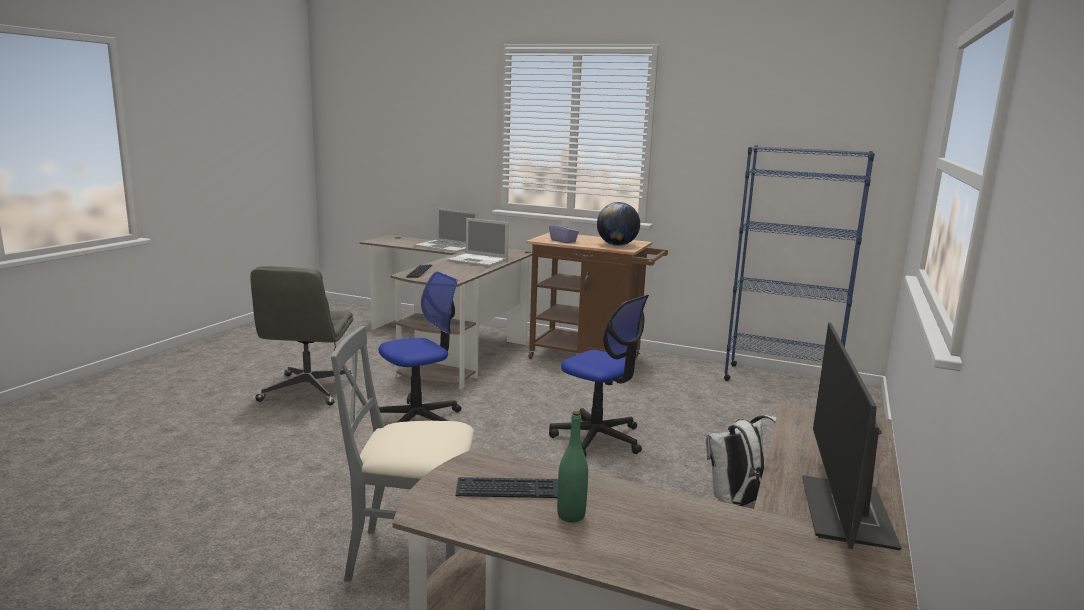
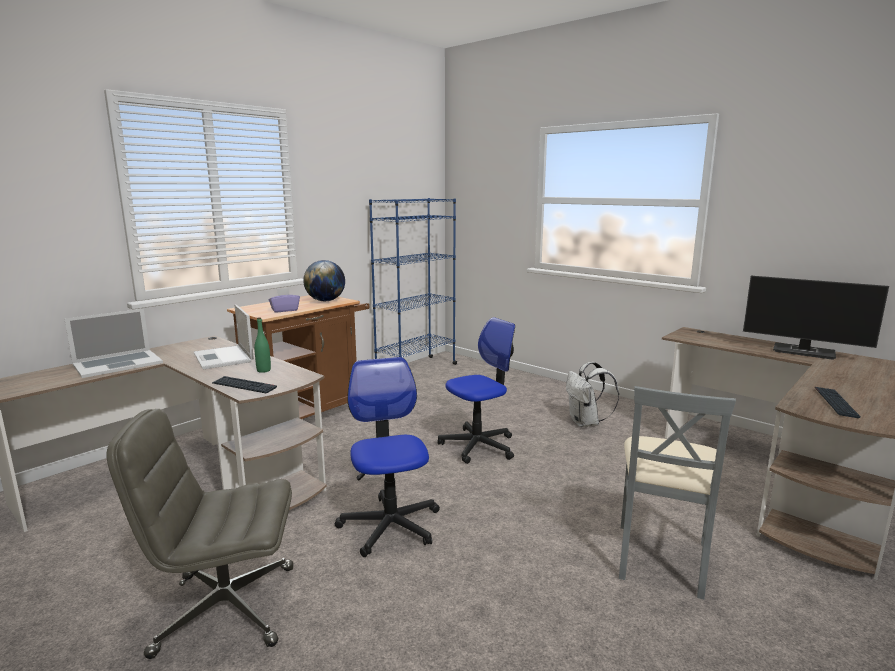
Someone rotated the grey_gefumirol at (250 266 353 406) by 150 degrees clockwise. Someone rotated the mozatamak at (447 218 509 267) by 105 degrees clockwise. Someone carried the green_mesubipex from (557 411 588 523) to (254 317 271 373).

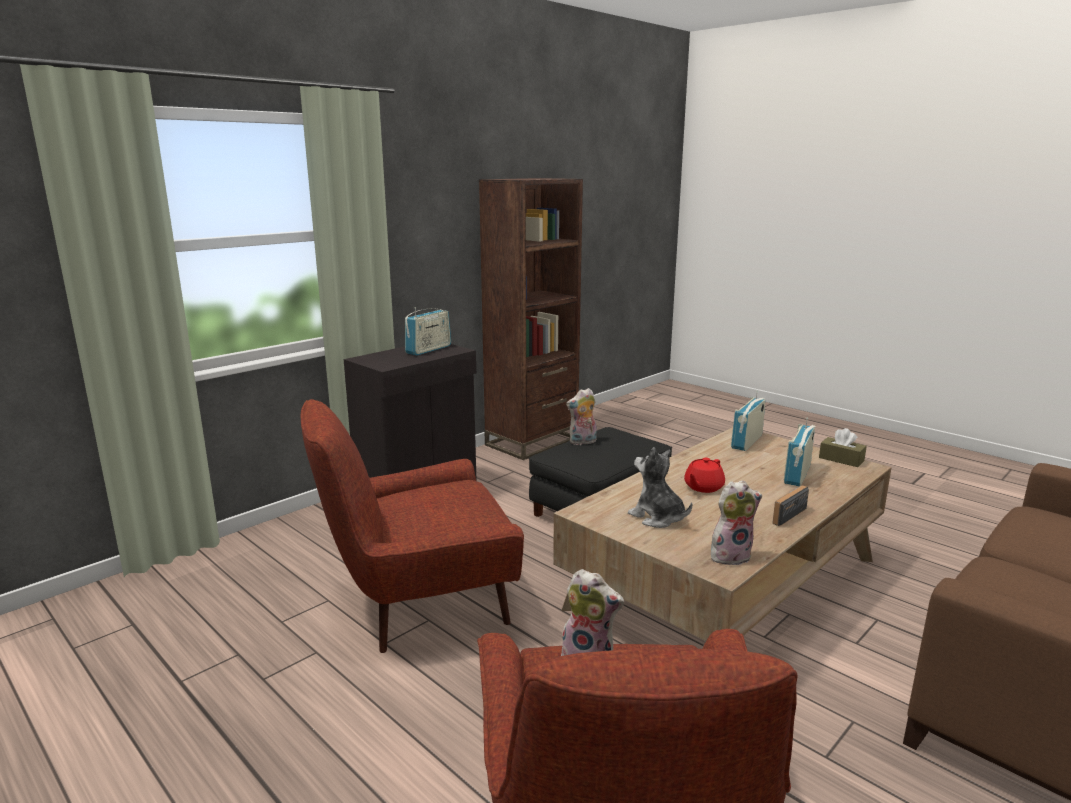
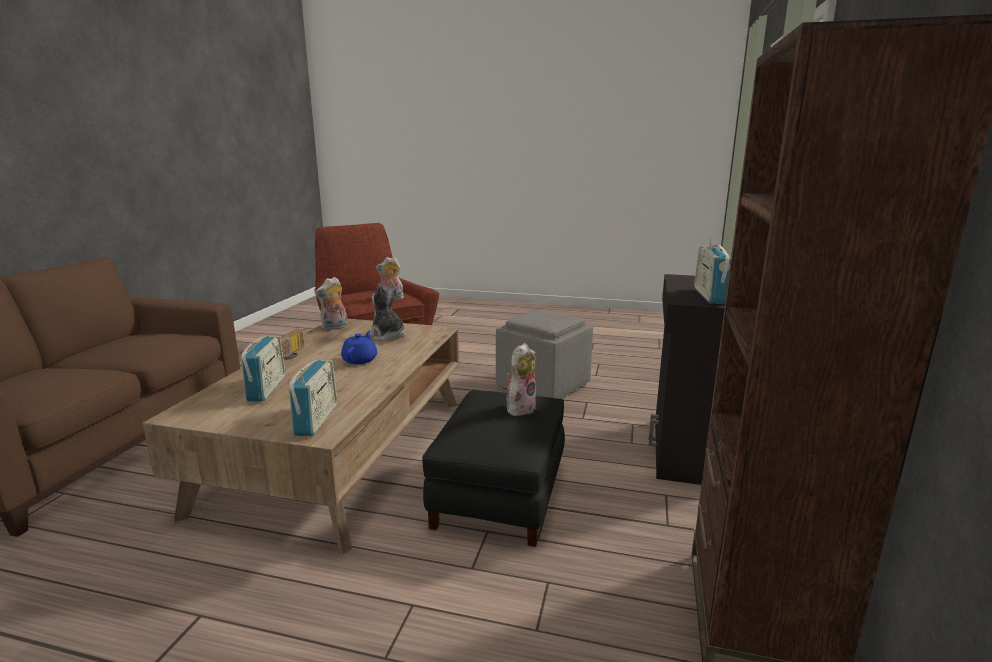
Someone repainted the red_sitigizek at (684 457 725 493), which became the blue_sitigizek at (341 331 377 364). Someone rotated the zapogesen at (628 447 693 528) by 150 degrees counterclockwise. Someone swapped the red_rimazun at (300 399 524 653) for the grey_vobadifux at (496 309 593 399). Someone took away the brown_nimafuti at (819 428 867 467).

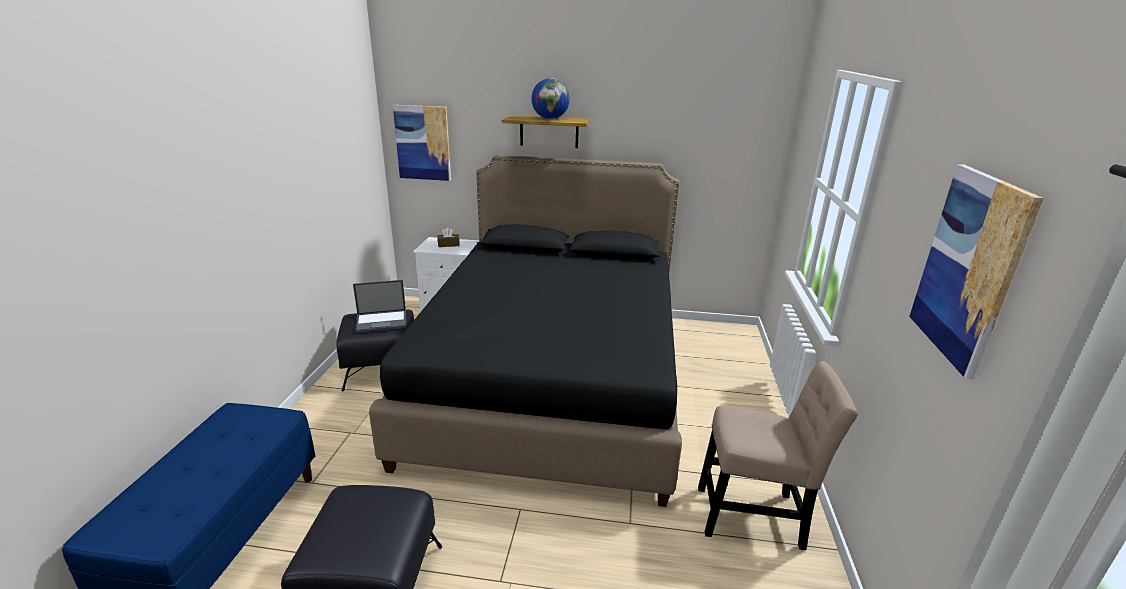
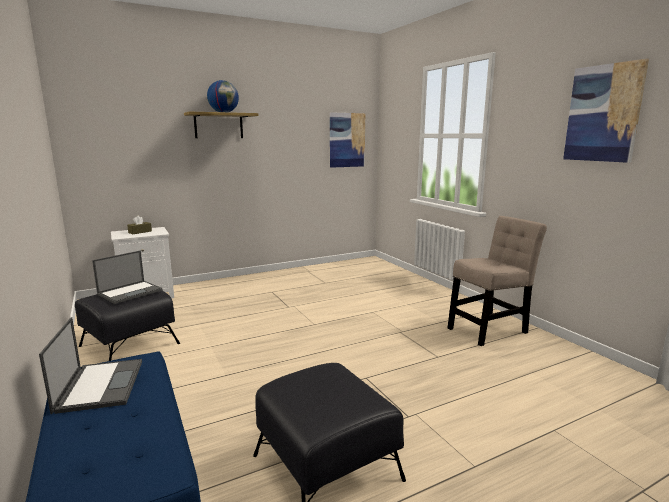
Someone put down the mozatamak at (39 317 142 414). Someone carried the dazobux from (393 105 451 181) to (330 112 365 168). Someone took away the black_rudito at (369 155 682 507).

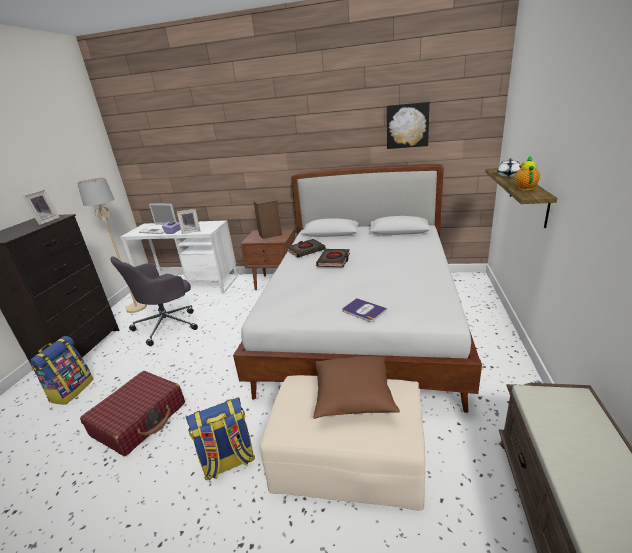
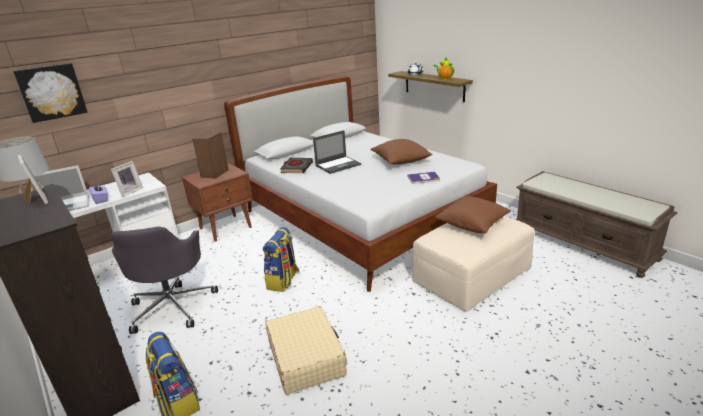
Someone carried the dazobux from (387 102 430 149) to (13 63 88 123). Someone carried the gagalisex from (186 397 255 480) to (263 227 299 292). Someone repainted the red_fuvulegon at (80 371 185 456), which became the beige_fuvulegon at (266 306 347 395). Someone swapped the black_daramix at (316 249 350 267) for the mozatamak at (313 130 361 174). Someone put down the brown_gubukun at (370 139 433 164).

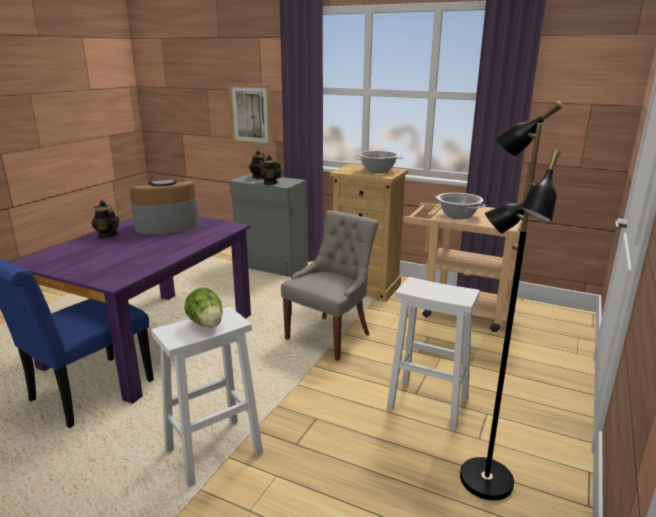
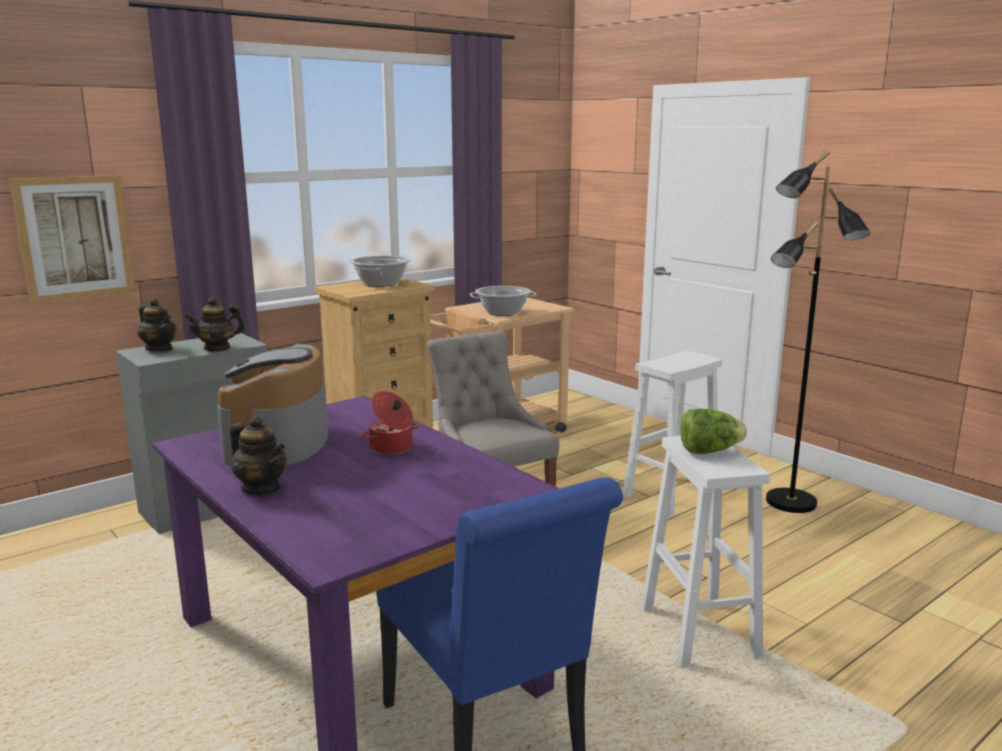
Someone rotated the sitigizek at (92 200 119 238) by 120 degrees counterclockwise. Someone put down the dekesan at (362 391 419 455).

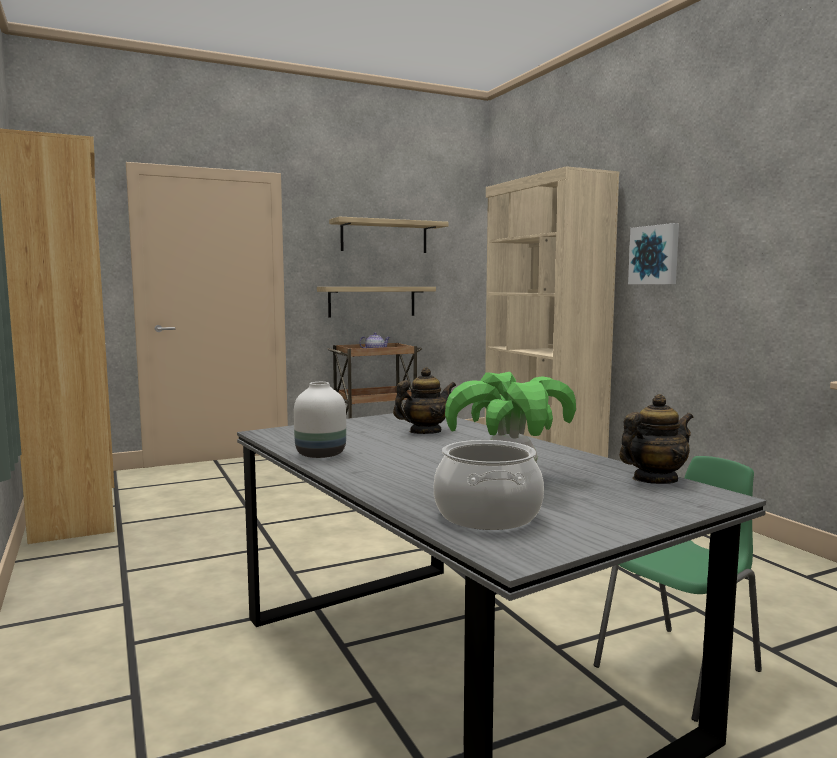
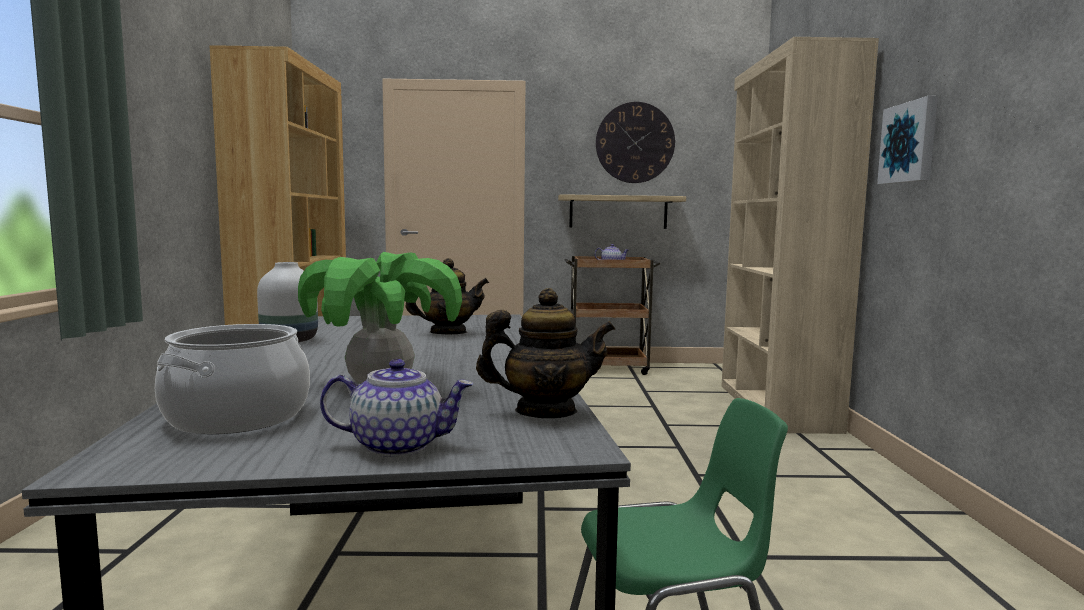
Someone put down the sitigizek at (320 359 473 457). Someone swapped the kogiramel at (329 217 449 253) for the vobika at (596 102 675 183).

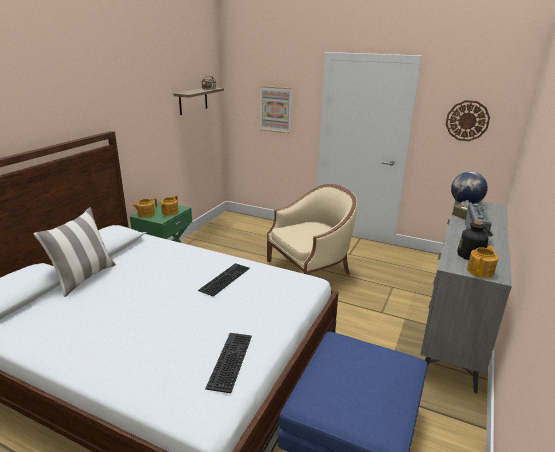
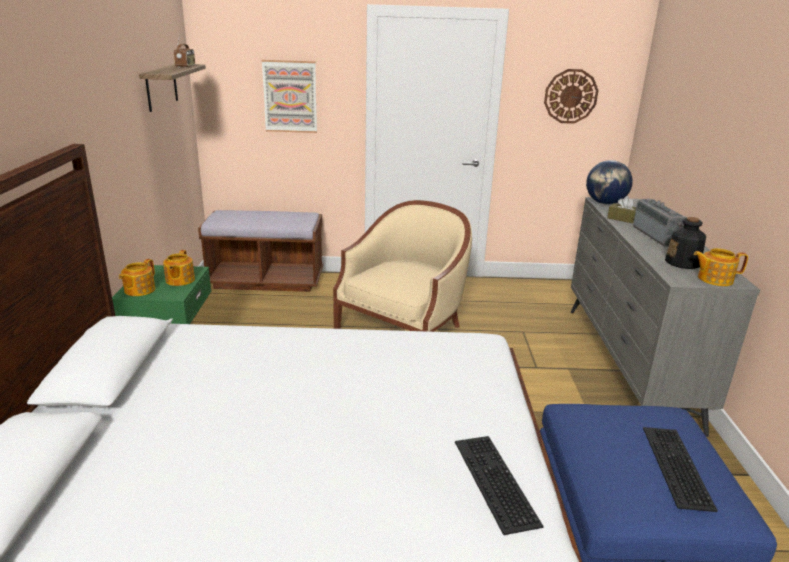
Someone put down the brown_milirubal at (198 210 323 292). Someone carried the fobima from (198 263 250 297) to (643 427 718 512). Someone rotated the sitigizek at (467 245 498 278) by 105 degrees counterclockwise. Someone took away the gubukun at (33 207 116 297).

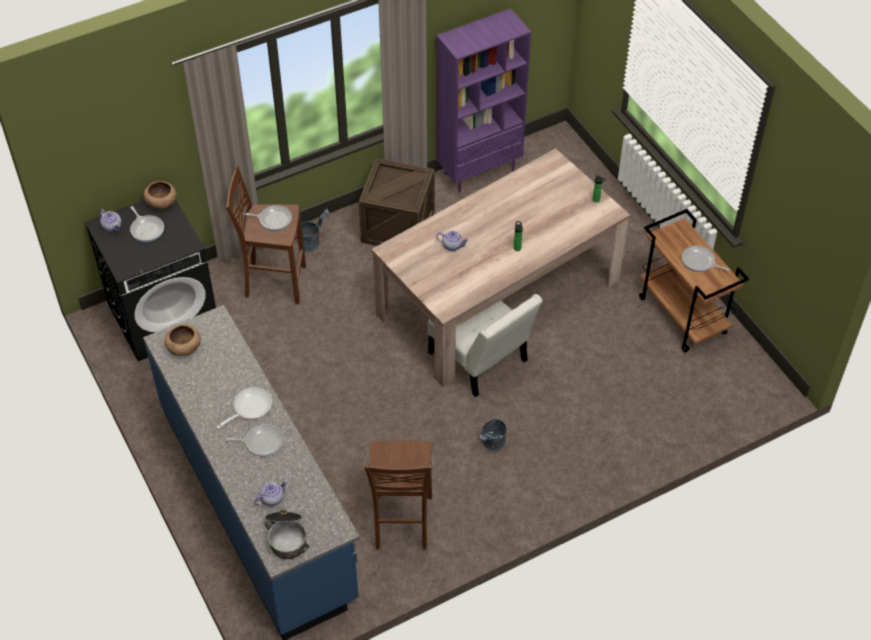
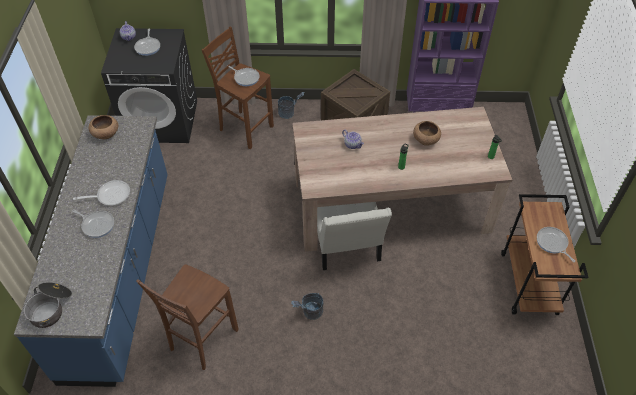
Someone carried the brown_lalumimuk from (143 181 177 210) to (413 121 441 146). Someone took away the sitigizek at (254 480 288 506).

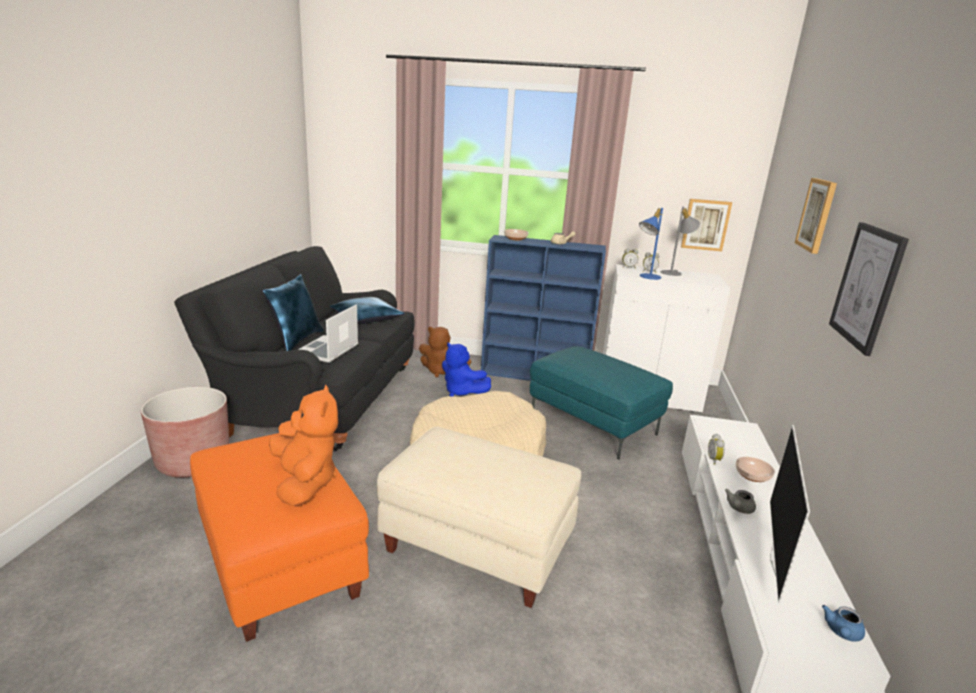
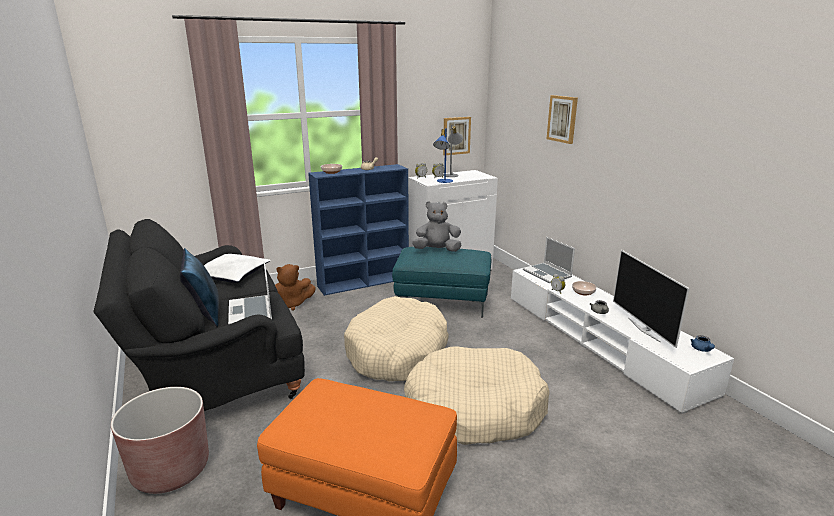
Someone repainted the blue_gubukun at (330 297 405 324), which became the white_gubukun at (204 254 271 283). Someone swapped the beige_vobadifux at (377 427 581 608) for the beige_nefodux at (404 346 550 445). Someone put down the grey_zapogesen at (412 201 461 252). Someone put down the mozatamak at (523 237 575 283). Someone took away the orange_zapogesen at (269 385 338 507). Someone took away the blue_zapogesen at (442 342 491 396). Someone took away the dazobux at (829 222 909 356).

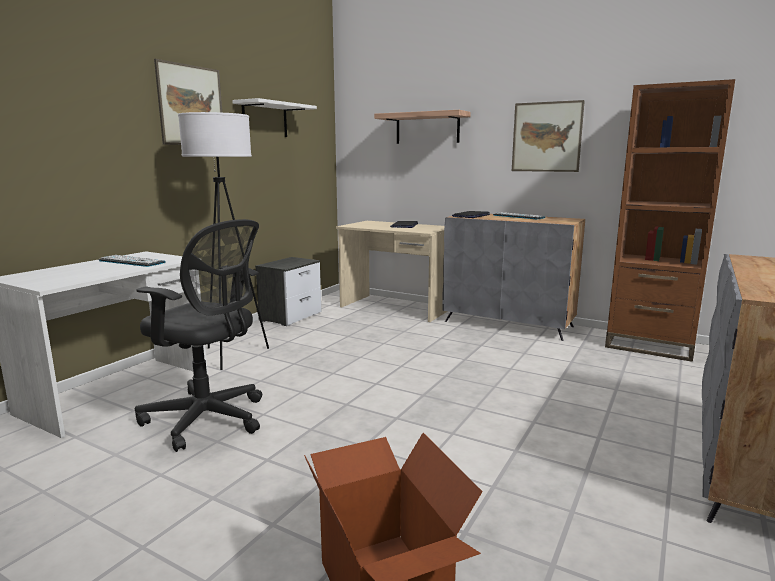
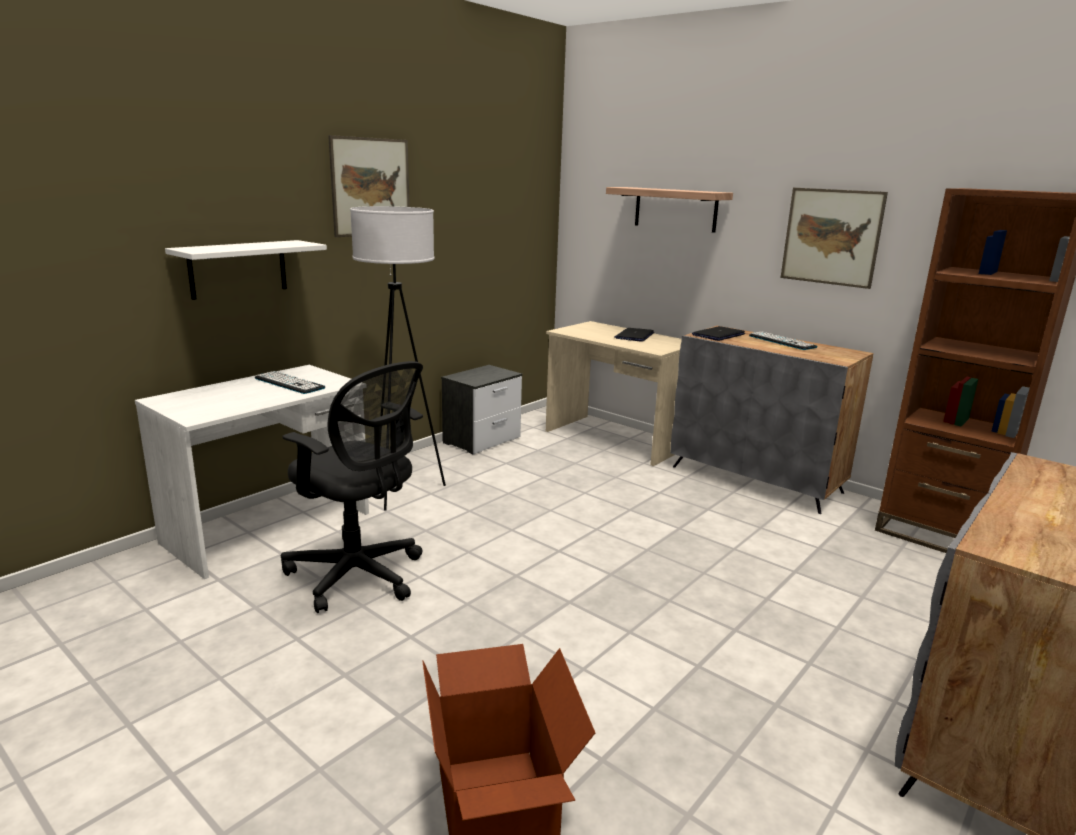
Someone carried the white_kogiramel from (232 98 317 137) to (165 240 327 300).

